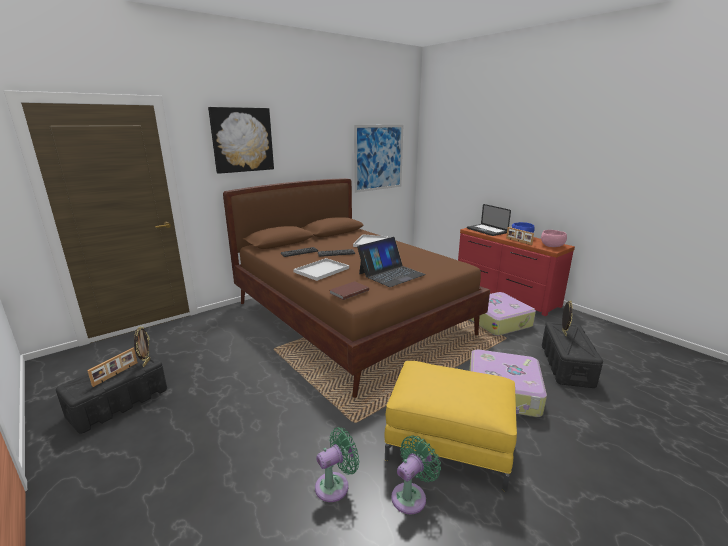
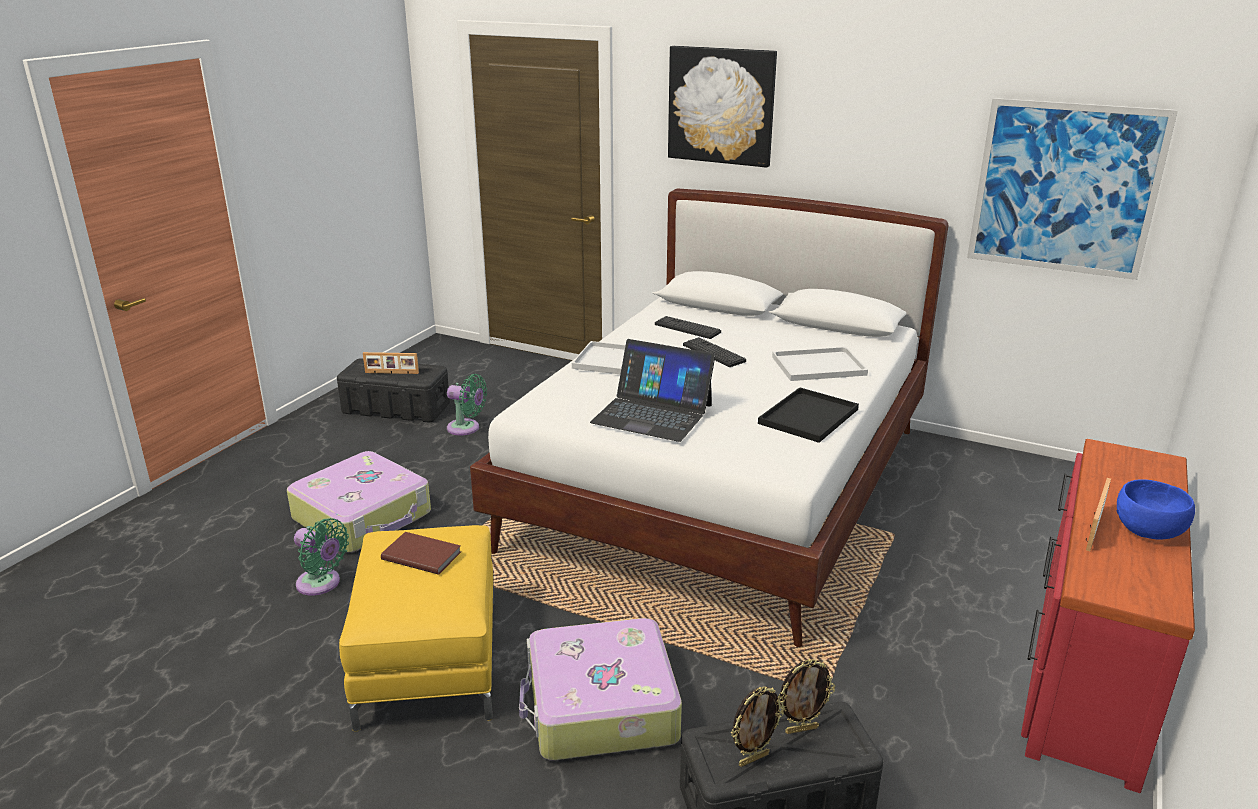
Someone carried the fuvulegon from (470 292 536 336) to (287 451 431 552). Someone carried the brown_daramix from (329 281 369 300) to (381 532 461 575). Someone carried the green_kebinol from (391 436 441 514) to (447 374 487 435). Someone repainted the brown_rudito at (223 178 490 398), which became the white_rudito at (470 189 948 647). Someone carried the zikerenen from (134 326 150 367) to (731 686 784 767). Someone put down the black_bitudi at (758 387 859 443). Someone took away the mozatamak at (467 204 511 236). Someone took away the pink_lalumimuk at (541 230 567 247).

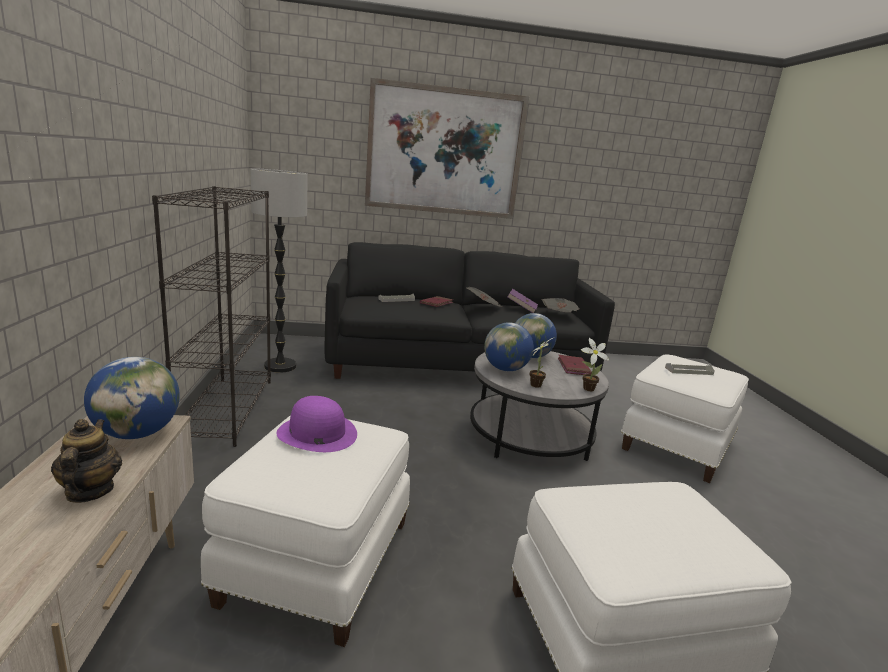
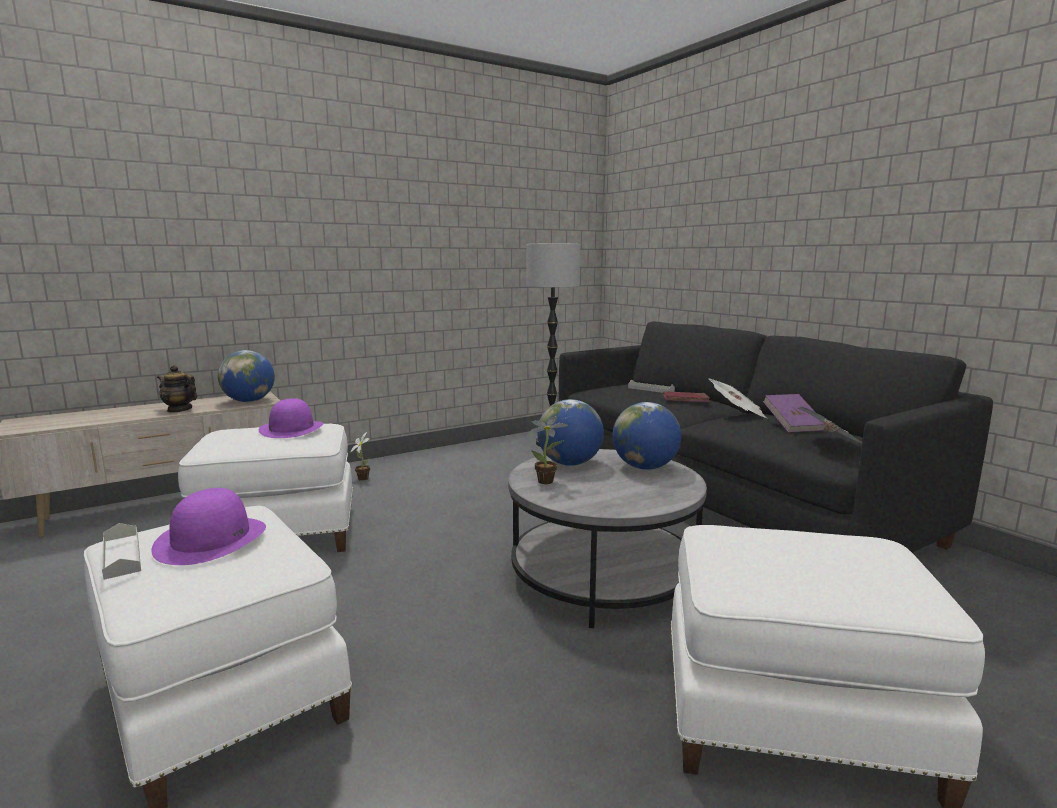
Someone carried the grey_bitudi from (665 363 715 375) to (102 523 141 580). Someone put down the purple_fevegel at (151 488 266 565). Someone rotated the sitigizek at (51 419 122 503) by 120 degrees counterclockwise. Someone carried the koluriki from (581 338 609 391) to (350 432 370 481). Someone took away the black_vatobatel at (152 186 271 447). Someone took away the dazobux at (365 78 529 219). Someone took away the red_daramix at (558 355 592 375).

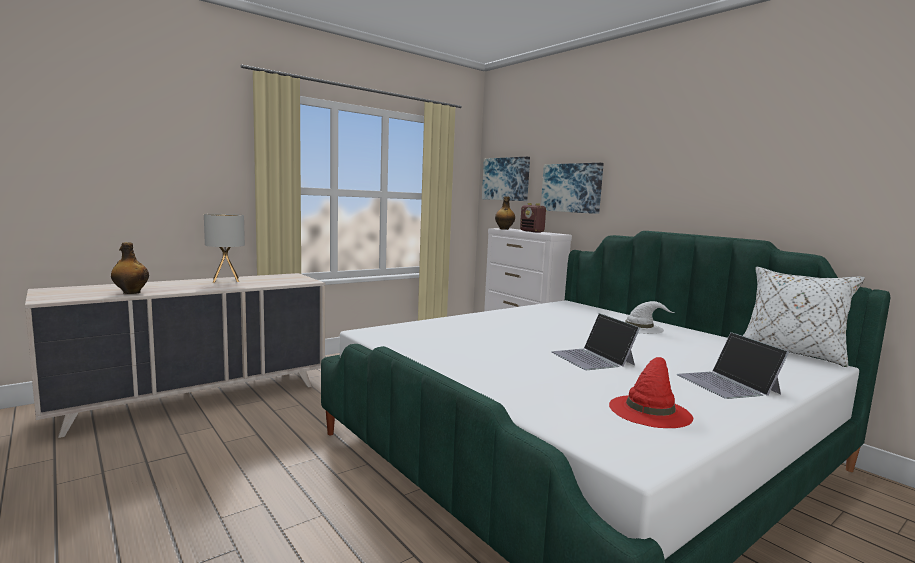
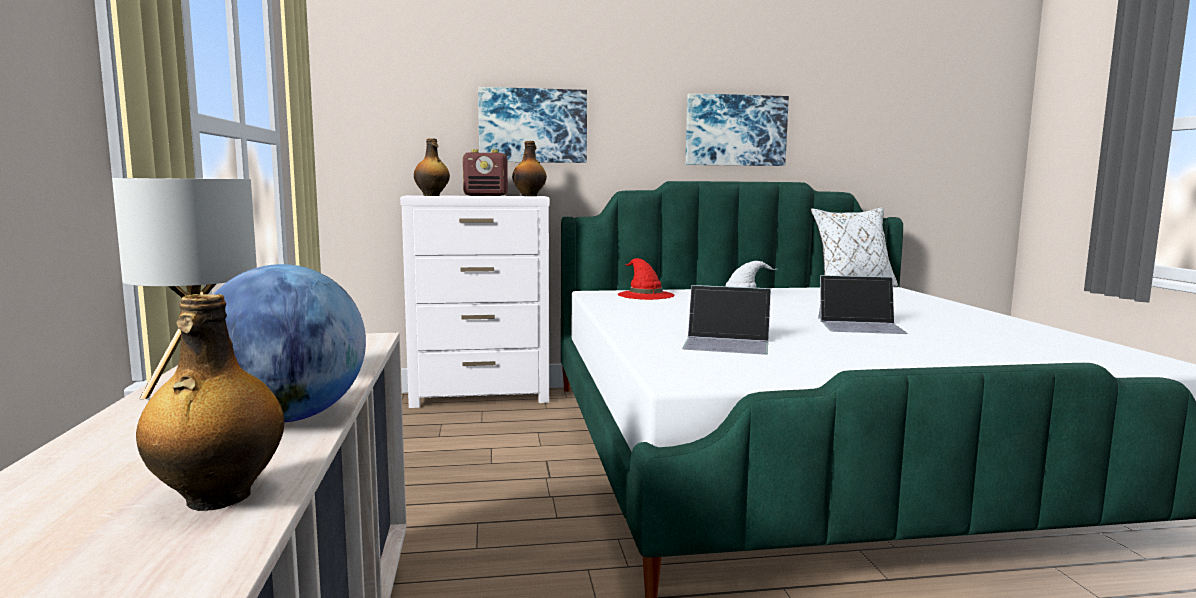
Someone put down the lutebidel at (214 264 366 422). Someone put down the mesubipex at (512 141 547 196). Someone carried the red_fevegel from (609 357 693 428) to (618 258 675 300). Someone carried the mozatamak from (677 332 789 399) to (682 285 771 355). Someone carried the dazobux from (482 157 530 201) to (685 93 789 166).

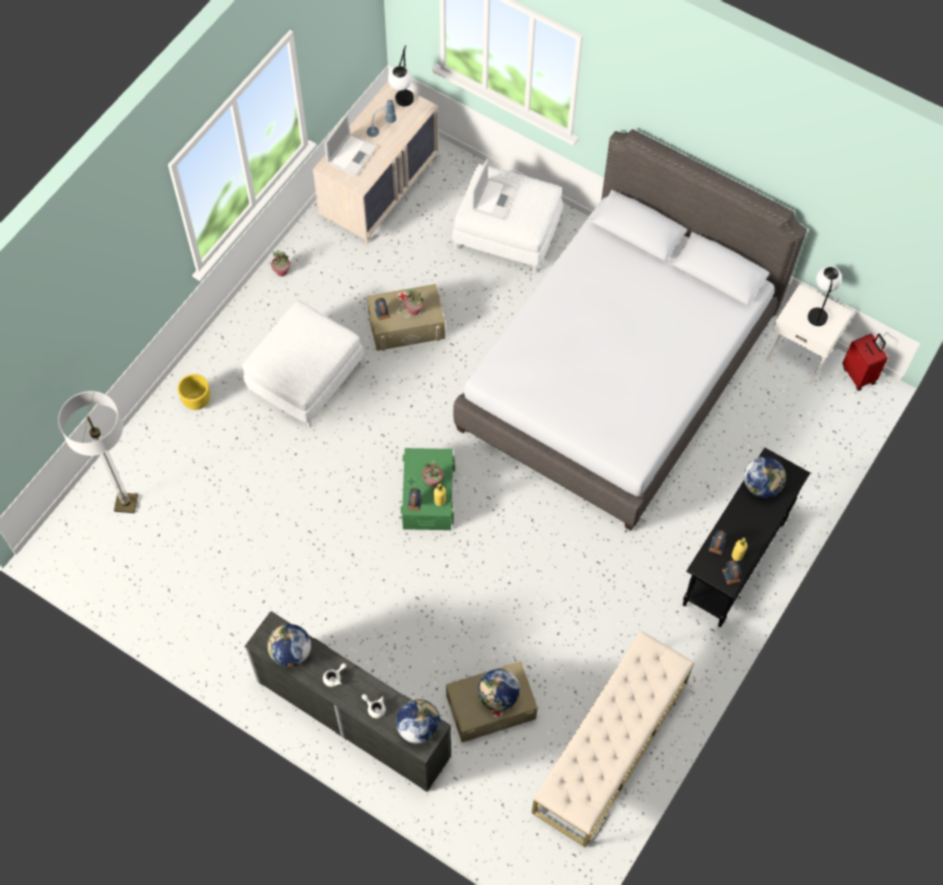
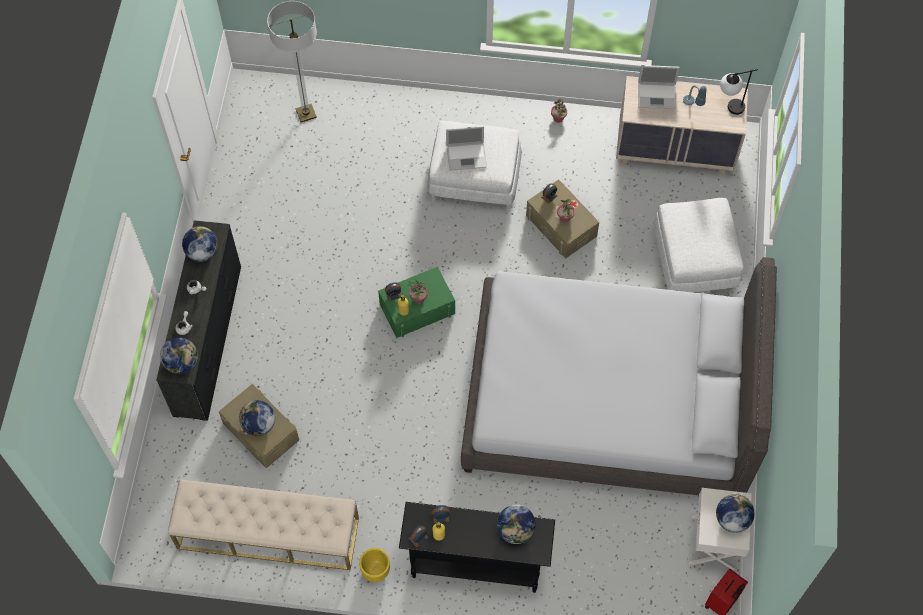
Someone carried the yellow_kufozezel from (178 374 210 410) to (359 548 390 582). Someone carried the mozatamak from (472 159 517 220) to (446 126 487 171). Someone swapped the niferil at (808 266 842 326) for the lutebidel at (716 494 755 533).

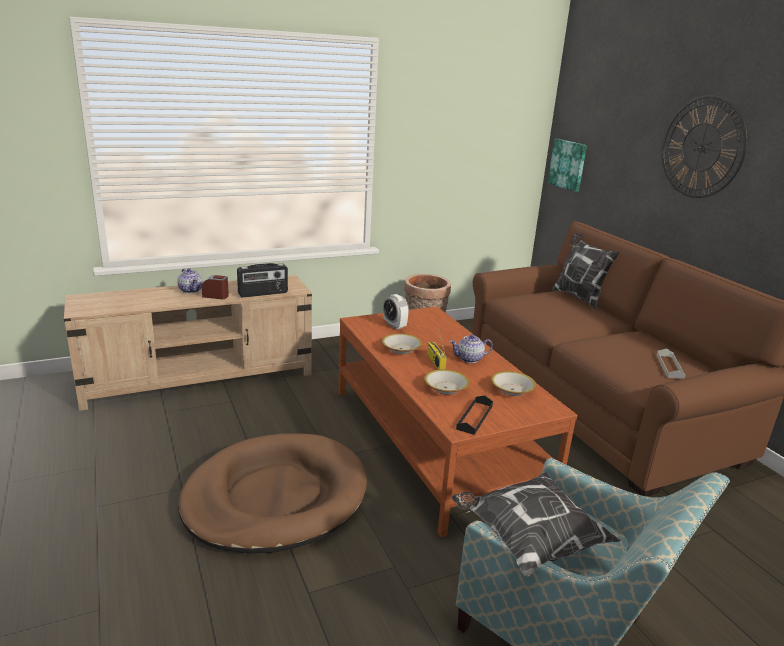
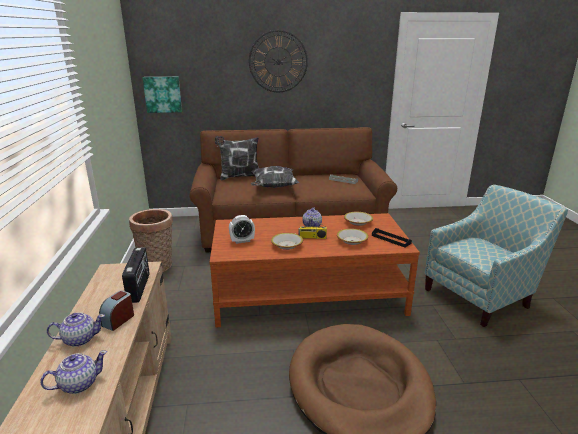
Someone put down the sitigizek at (40 350 107 394). Someone carried the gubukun from (452 472 621 576) to (251 166 300 188).

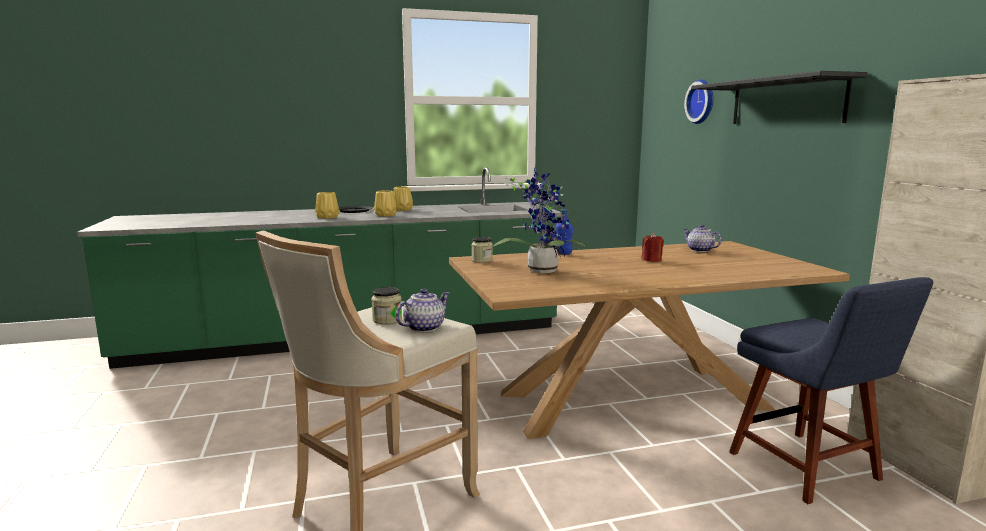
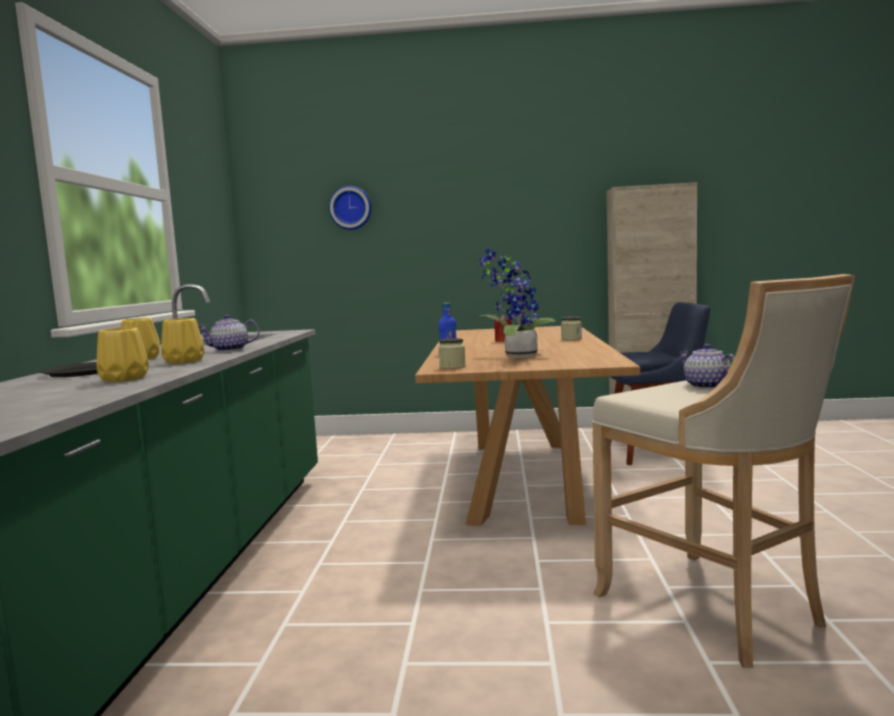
Someone carried the sitigizek from (684 225 722 252) to (198 315 260 352). Someone carried the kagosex from (371 287 402 324) to (561 317 582 340). Someone took away the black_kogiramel at (691 71 868 124).

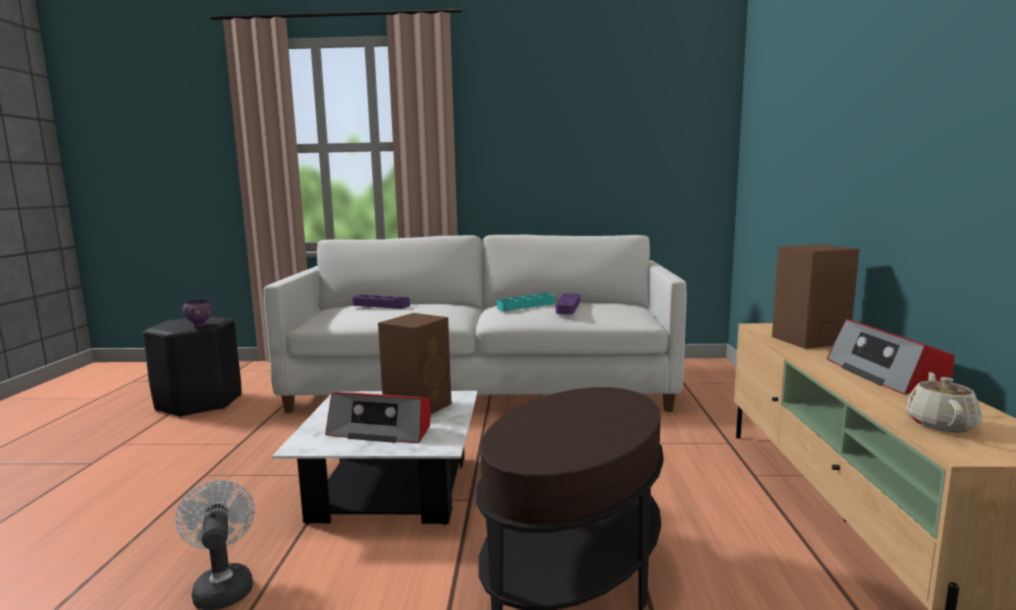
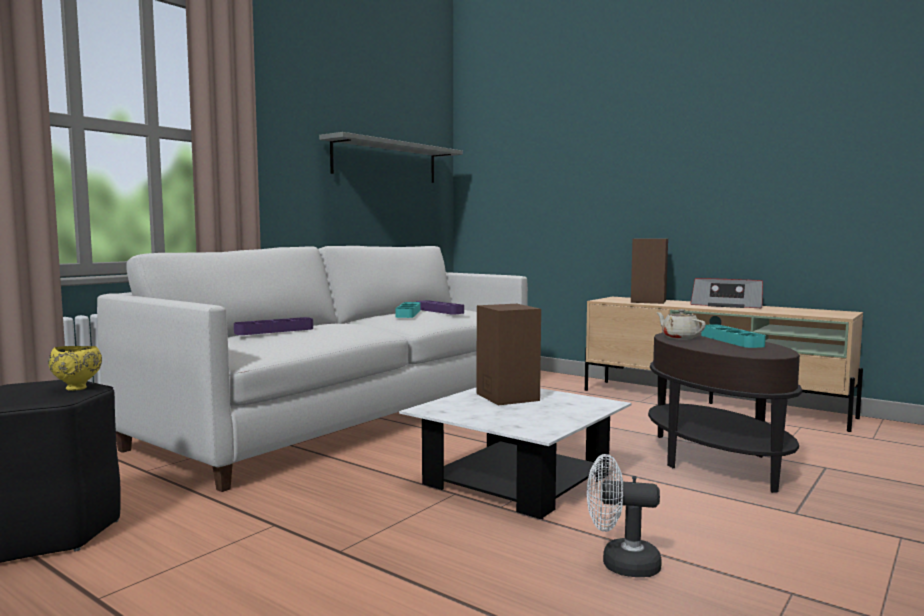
Someone repainted the purple_lalumimuk at (182 300 213 327), which became the yellow_lalumimuk at (48 346 102 391). Someone put up the grey_kogiramel at (319 132 463 183). Someone carried the beige_sitigizek from (906 372 982 433) to (656 309 706 340). Someone put down the turquoise_bitudi at (701 324 766 348). Someone took away the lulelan at (325 392 430 443).

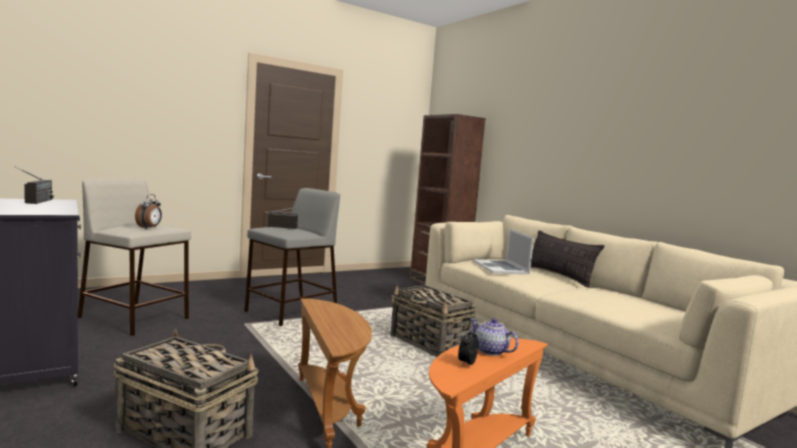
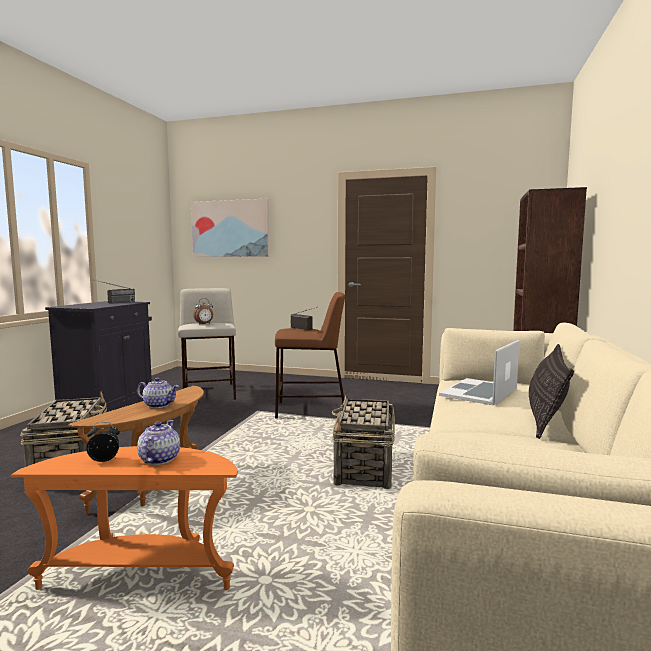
Someone put down the sitigizek at (137 378 179 408). Someone put up the dazobux at (191 199 270 257). Someone repainted the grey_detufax at (244 188 340 326), which became the brown_detufax at (275 292 345 419).

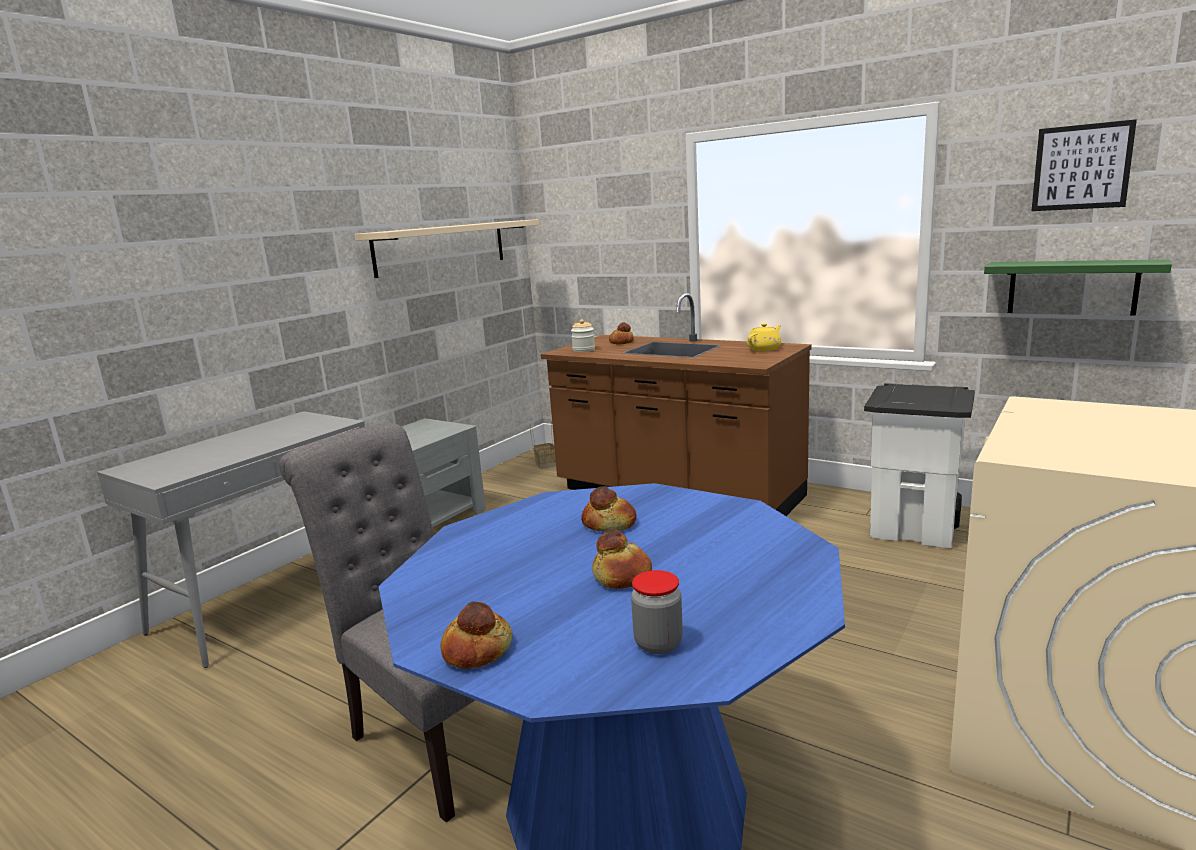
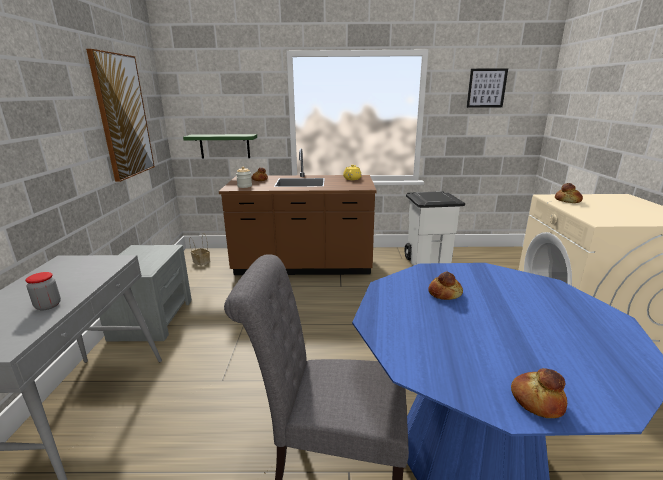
Someone carried the kagosex from (631 570 683 654) to (25 272 61 310). Someone swapped the beige_kogiramel at (354 219 539 278) for the dazobux at (86 49 155 182). Someone carried the green_kogiramel from (984 259 1172 316) to (183 134 257 159). Someone carried the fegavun from (592 530 652 589) to (555 183 583 203).

